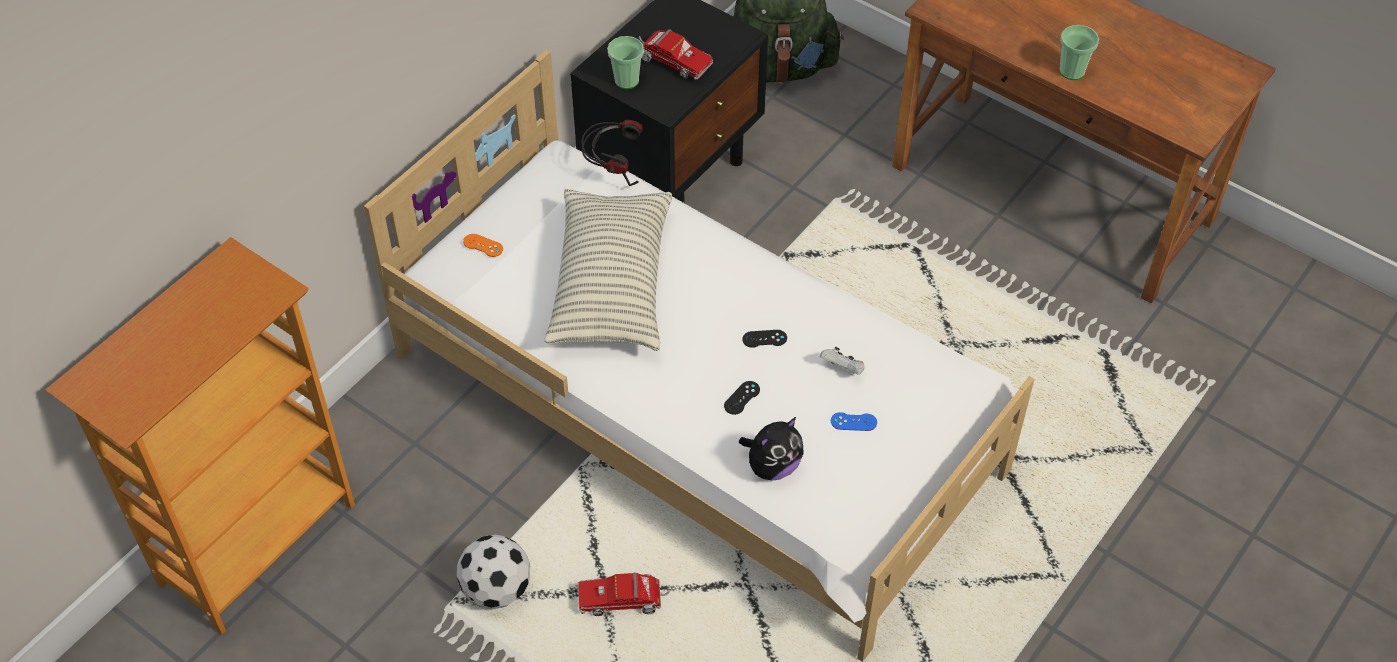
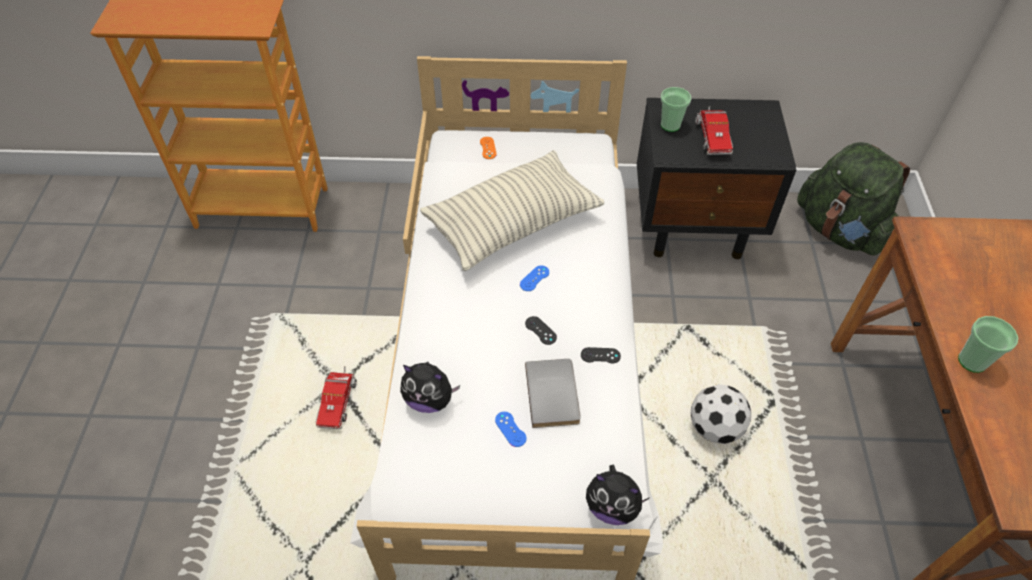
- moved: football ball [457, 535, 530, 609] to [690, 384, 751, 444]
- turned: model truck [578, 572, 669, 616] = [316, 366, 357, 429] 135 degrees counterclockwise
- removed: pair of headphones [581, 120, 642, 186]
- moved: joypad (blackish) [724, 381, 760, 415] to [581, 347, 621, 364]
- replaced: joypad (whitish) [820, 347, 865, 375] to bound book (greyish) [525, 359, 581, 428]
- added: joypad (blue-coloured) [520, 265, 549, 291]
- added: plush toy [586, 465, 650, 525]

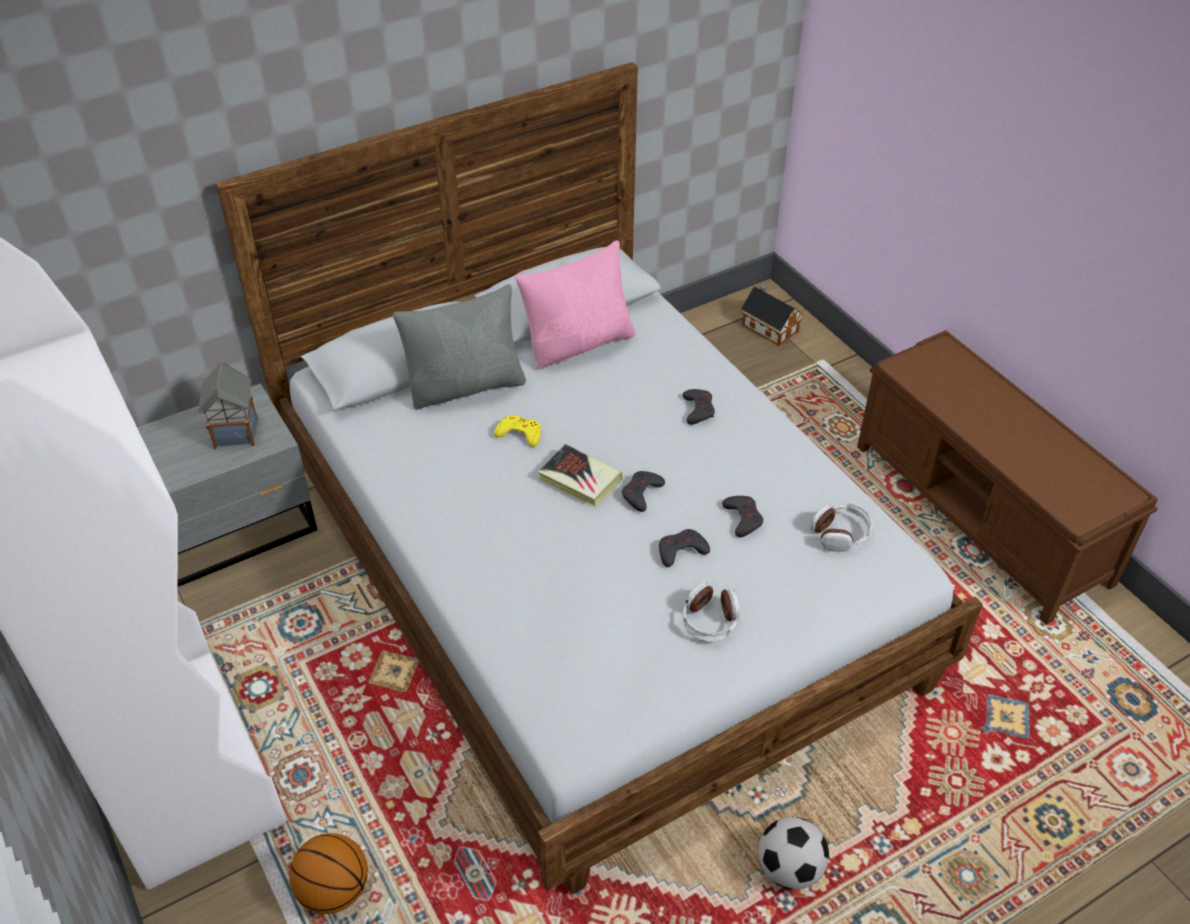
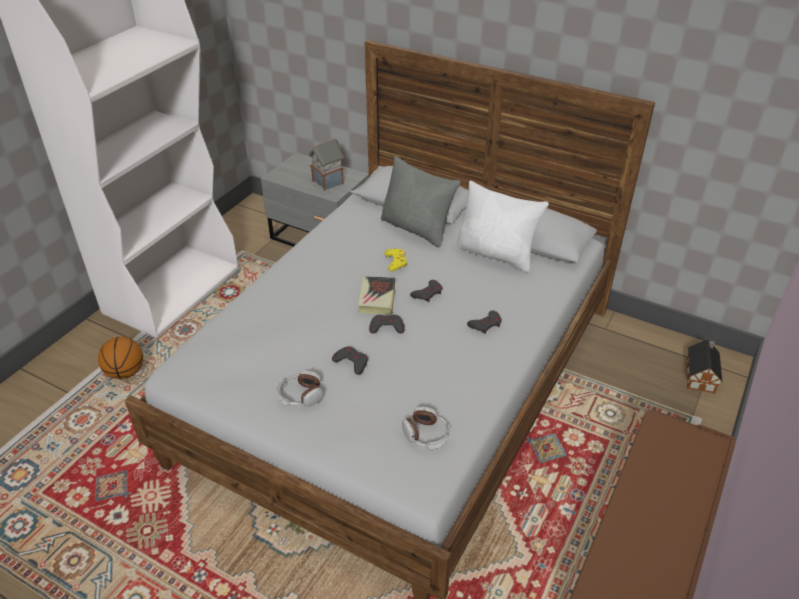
- recoloured: throw pillow (pink-coloured) [516, 240, 635, 370] to throw pillow (whitish) [456, 181, 549, 272]
- moved: joypad (greyish) [722, 496, 763, 537] to [410, 280, 442, 302]
- removed: football ball [758, 817, 829, 890]

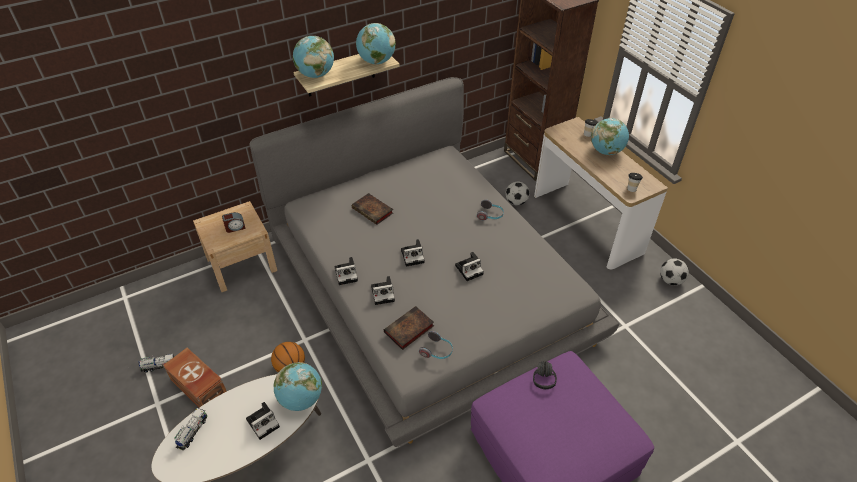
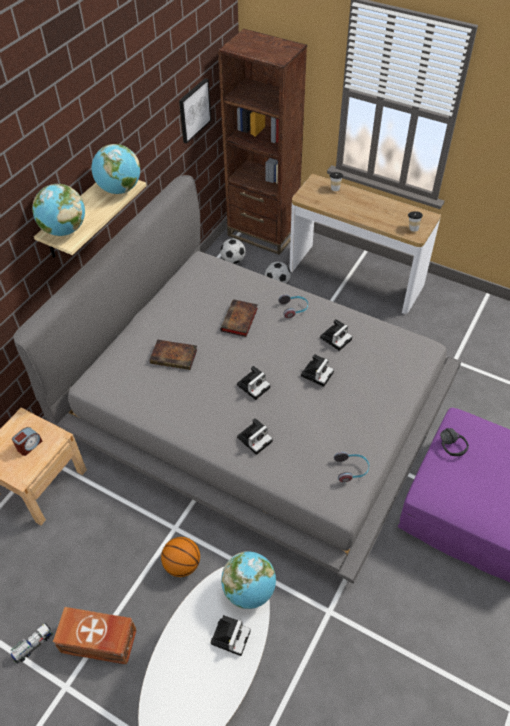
- removed: model truck [174, 408, 208, 451]
- moved: still camera [335, 257, 358, 285] to [320, 319, 352, 351]
- moved: bound book [384, 306, 434, 350] to [220, 299, 258, 337]
- removed: world globe [591, 118, 629, 155]
- moved: football ball [660, 259, 689, 285] to [220, 238, 246, 264]
- added: wall art [179, 78, 211, 144]

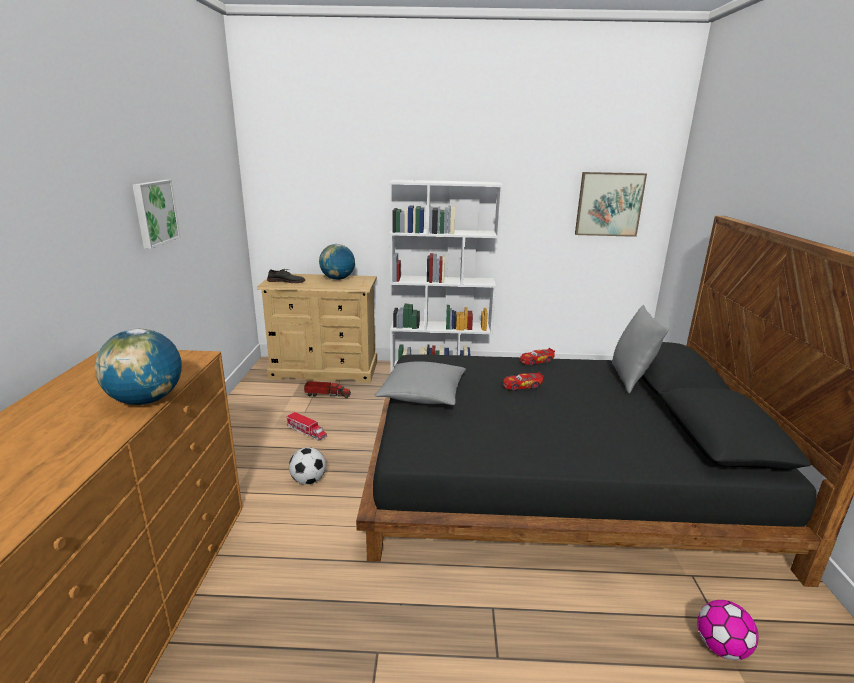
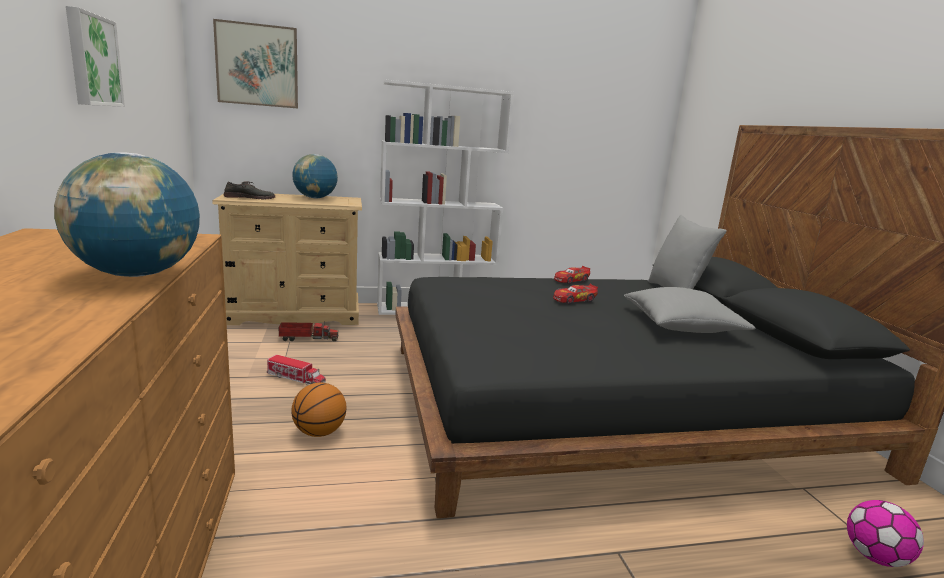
- replaced: football ball [289, 447, 326, 485] to ball for basketball [292, 383, 346, 437]
- moved: throw pillow (greyish) [375, 361, 466, 405] to [624, 287, 756, 333]
- moved: wall art [575, 172, 647, 237] to [213, 19, 298, 108]

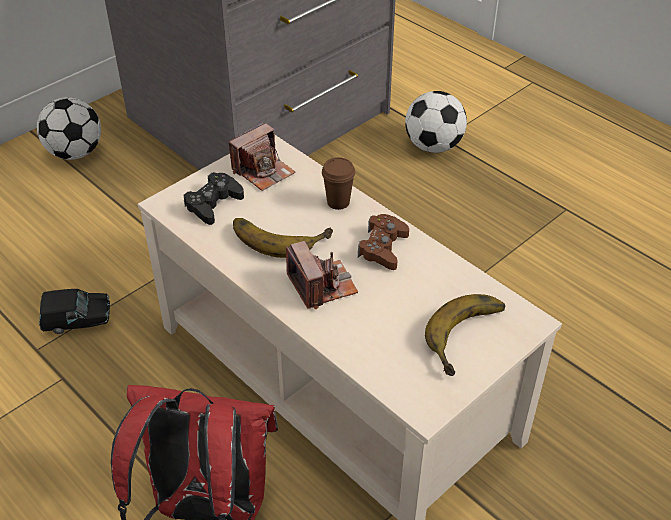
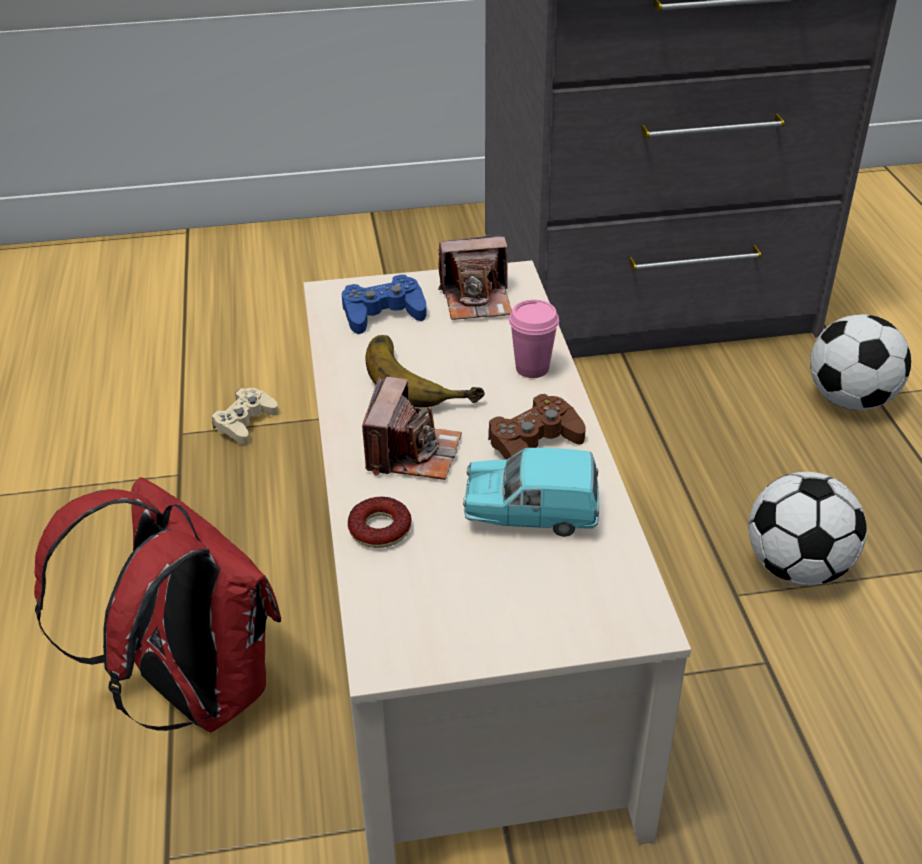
- moved: football ball [37, 97, 101, 160] to [748, 472, 867, 585]
- replaced: model car (blackish) [39, 289, 110, 334] to joypad (beige-coloured) [212, 388, 278, 445]
- recoloured: joypad (blackish) [184, 172, 244, 225] to joypad (blue-coloured) [342, 274, 427, 334]
- recoloured: drinking cup (brownish) [322, 157, 355, 210] to drinking cup (pink-coloured) [509, 299, 559, 378]
- removed: banana fruit [425, 294, 505, 376]
- added: donut [348, 497, 412, 548]
- added: model car (turquoise) [463, 448, 599, 537]

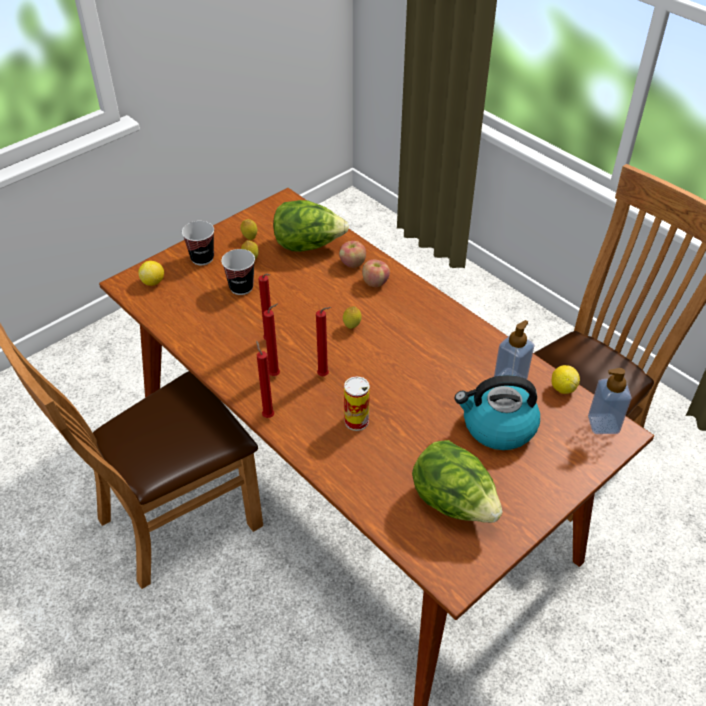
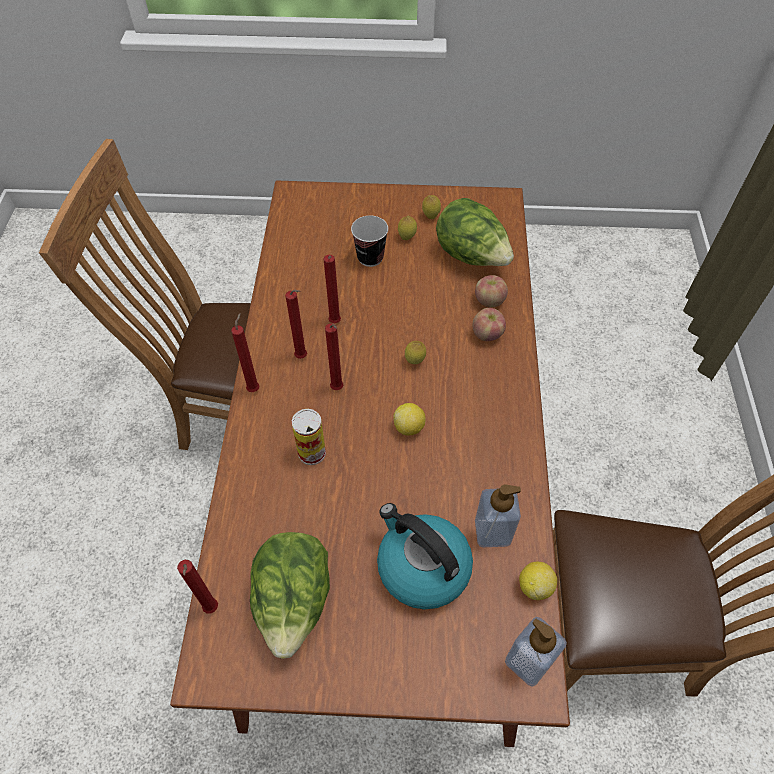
- moved: whole lemon [139, 261, 164, 286] to [393, 403, 426, 436]
- removed: drinking cup [182, 221, 214, 265]
- added: wax candle (red) [177, 560, 218, 614]

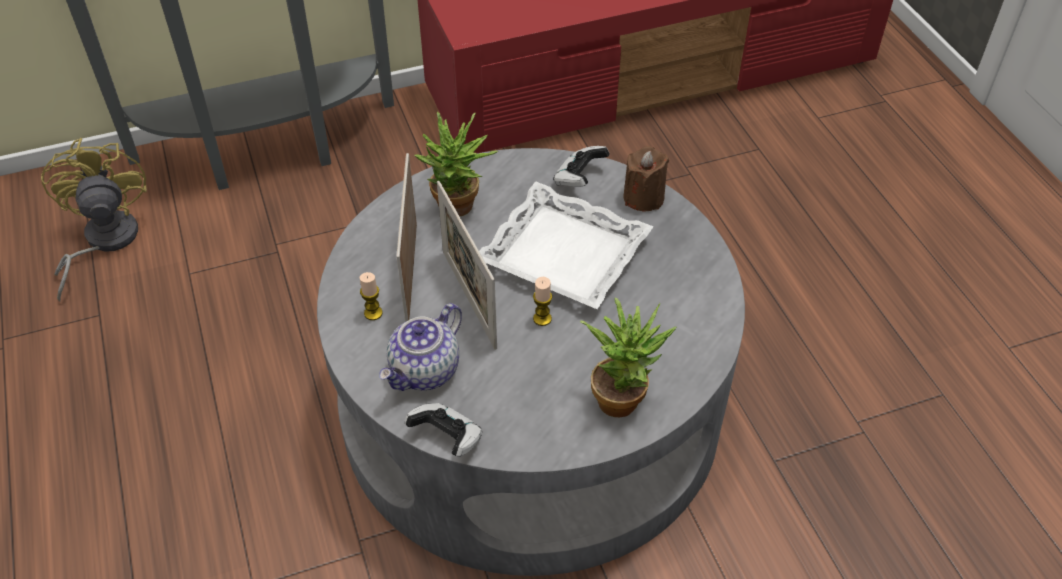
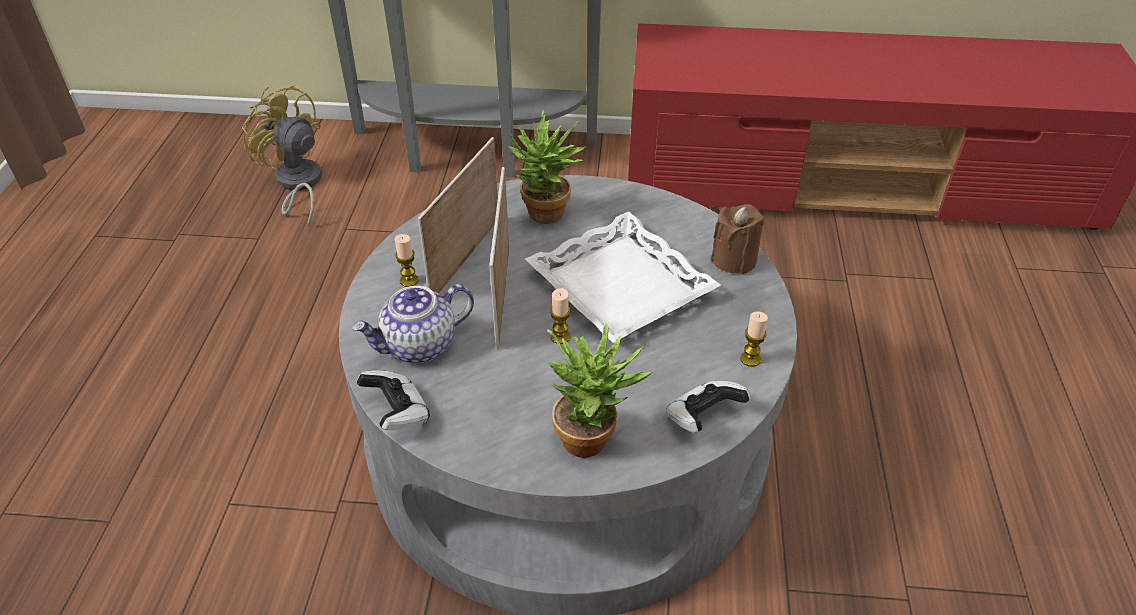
- turned: cooling fan (yellowish) [41, 138, 147, 302] = [242, 85, 322, 227] 60 degrees counterclockwise
- moved: joypad [553, 146, 610, 187] to [666, 381, 750, 433]
- added: wax candle [740, 311, 768, 367]

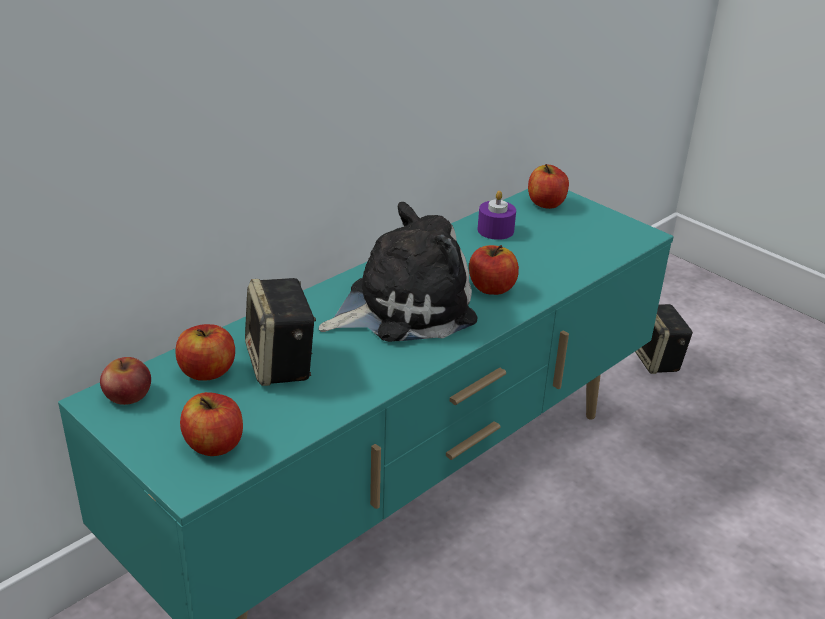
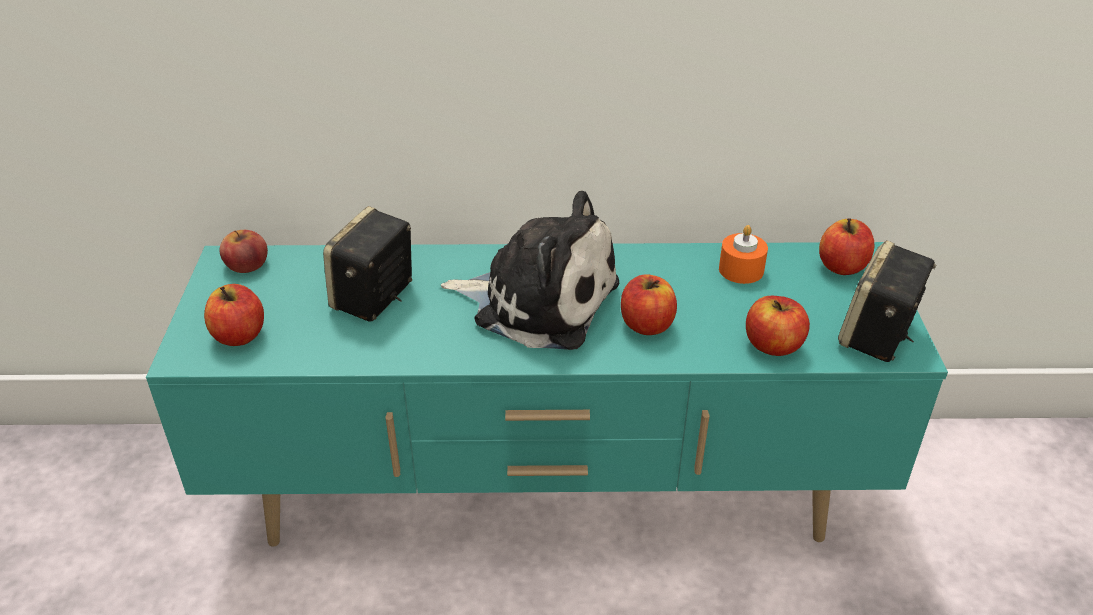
- moved: whole apple [175, 324, 235, 381] to [746, 296, 810, 356]
- recoloured: wax candle (purple) [478, 191, 516, 240] to wax candle (orange-coloured) [719, 225, 768, 284]
- moved: speaker [635, 304, 693, 374] to [838, 240, 937, 362]

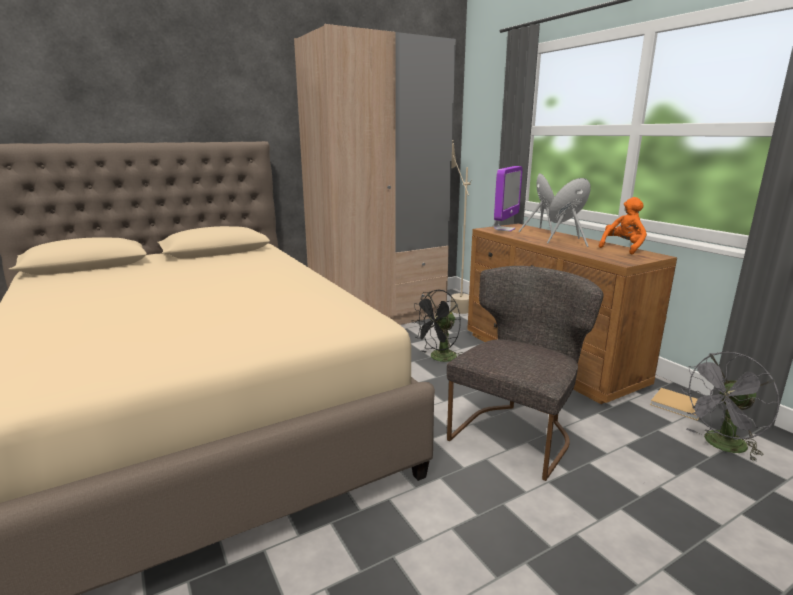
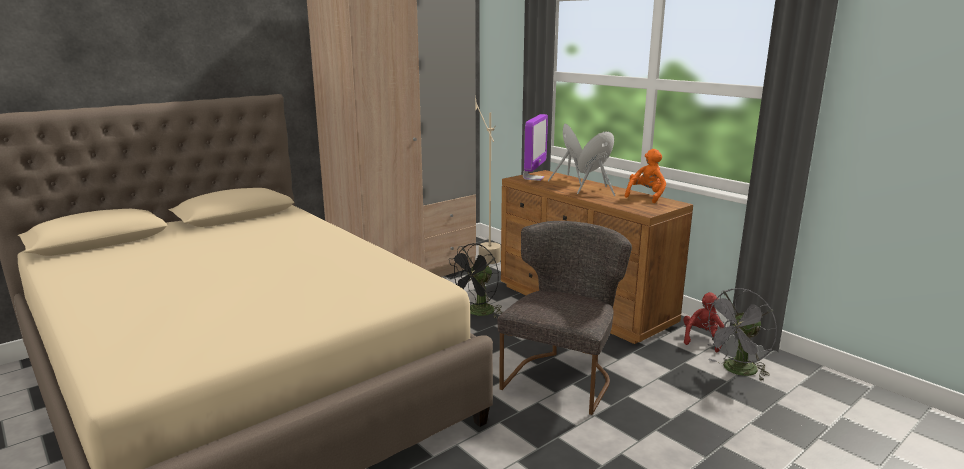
- replaced: bound book (beige-coloured) [650, 388, 699, 421] to plush toy (red) [683, 292, 724, 352]

